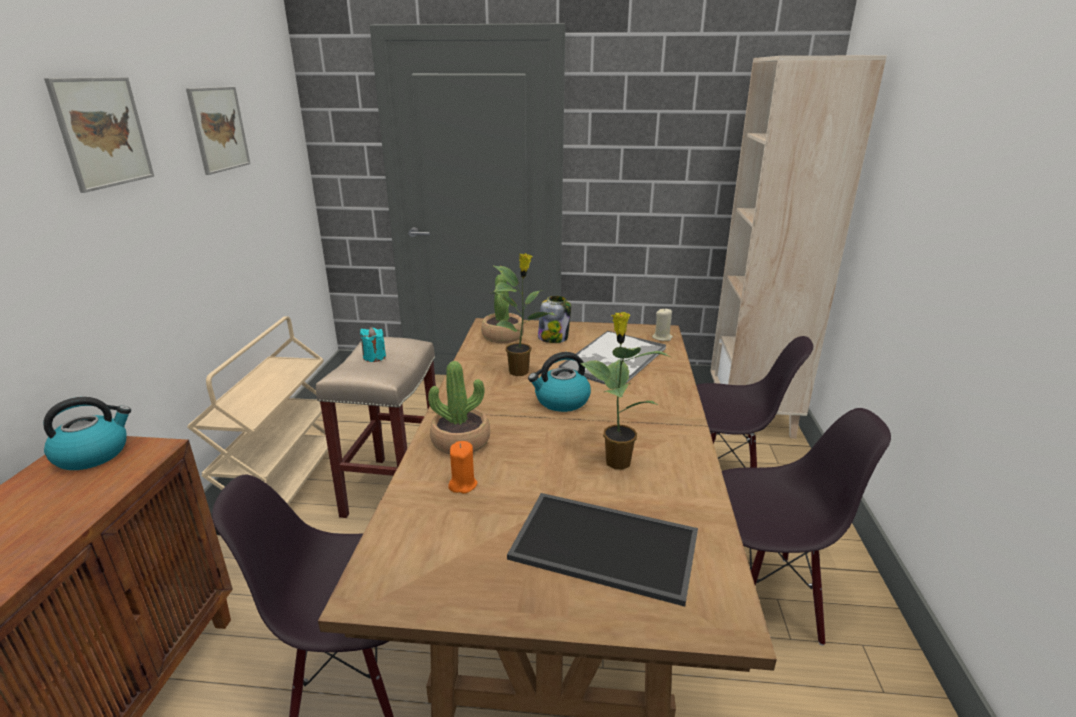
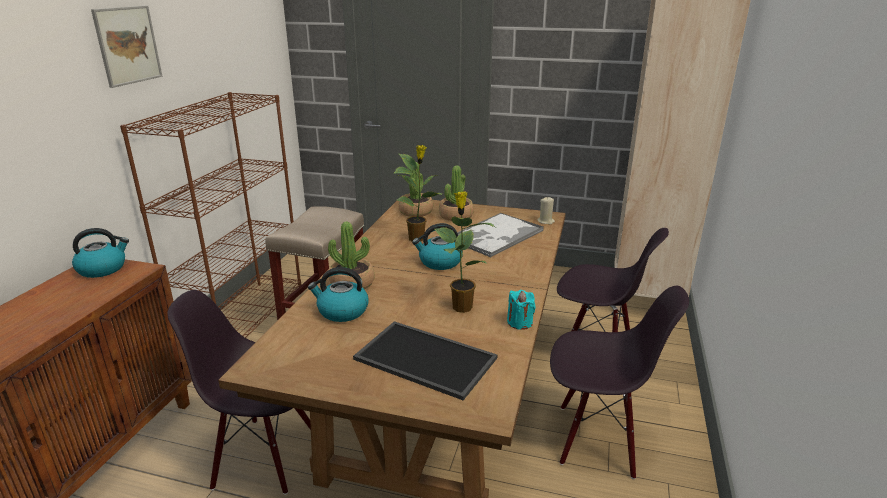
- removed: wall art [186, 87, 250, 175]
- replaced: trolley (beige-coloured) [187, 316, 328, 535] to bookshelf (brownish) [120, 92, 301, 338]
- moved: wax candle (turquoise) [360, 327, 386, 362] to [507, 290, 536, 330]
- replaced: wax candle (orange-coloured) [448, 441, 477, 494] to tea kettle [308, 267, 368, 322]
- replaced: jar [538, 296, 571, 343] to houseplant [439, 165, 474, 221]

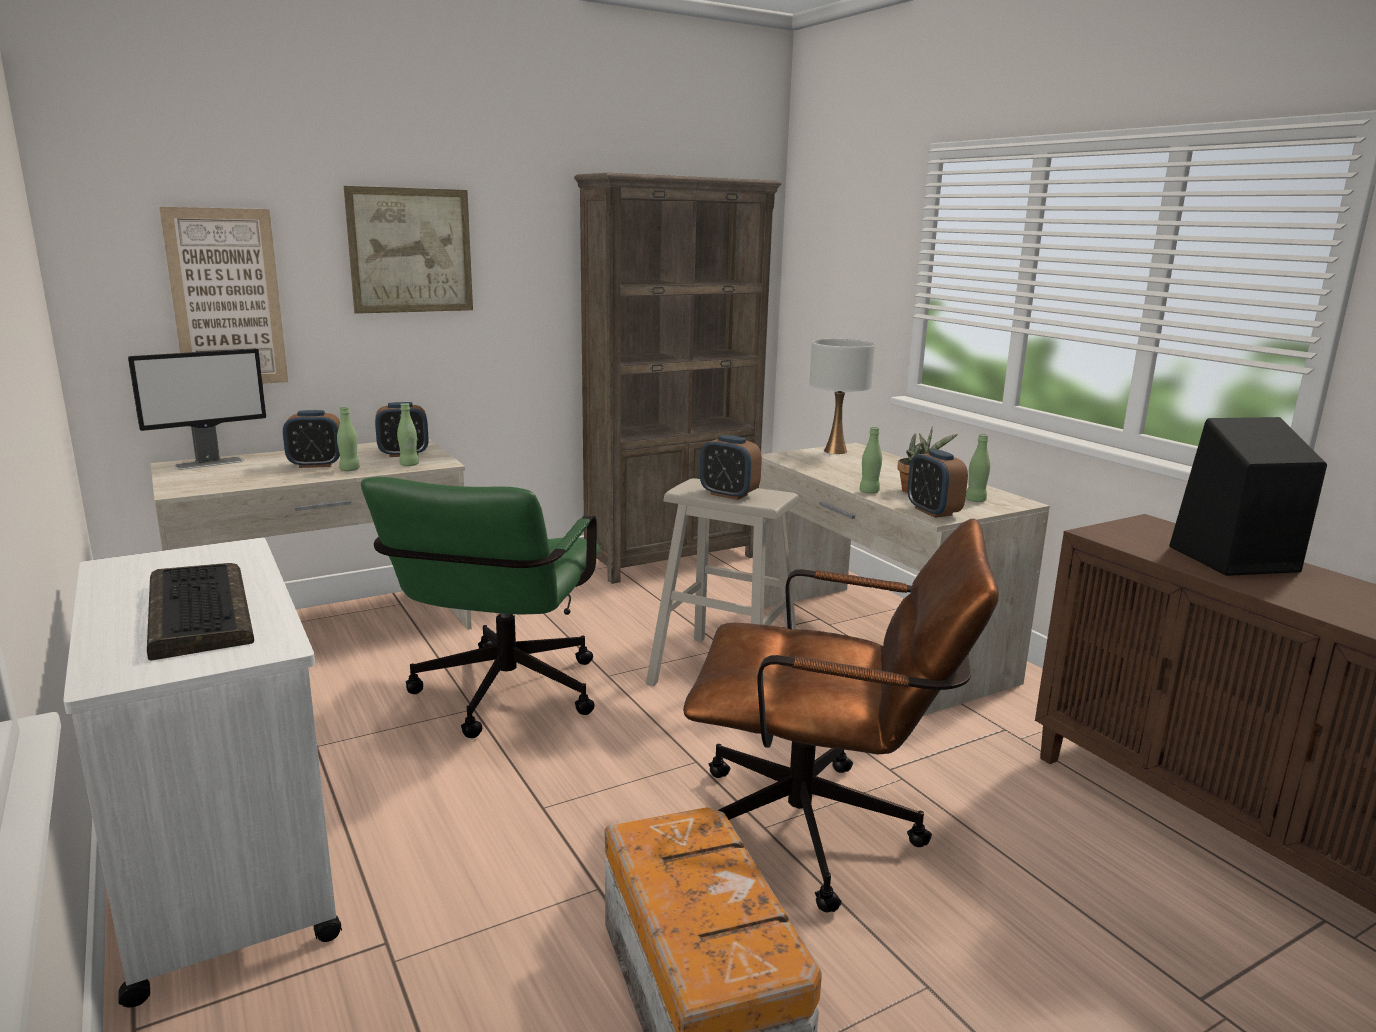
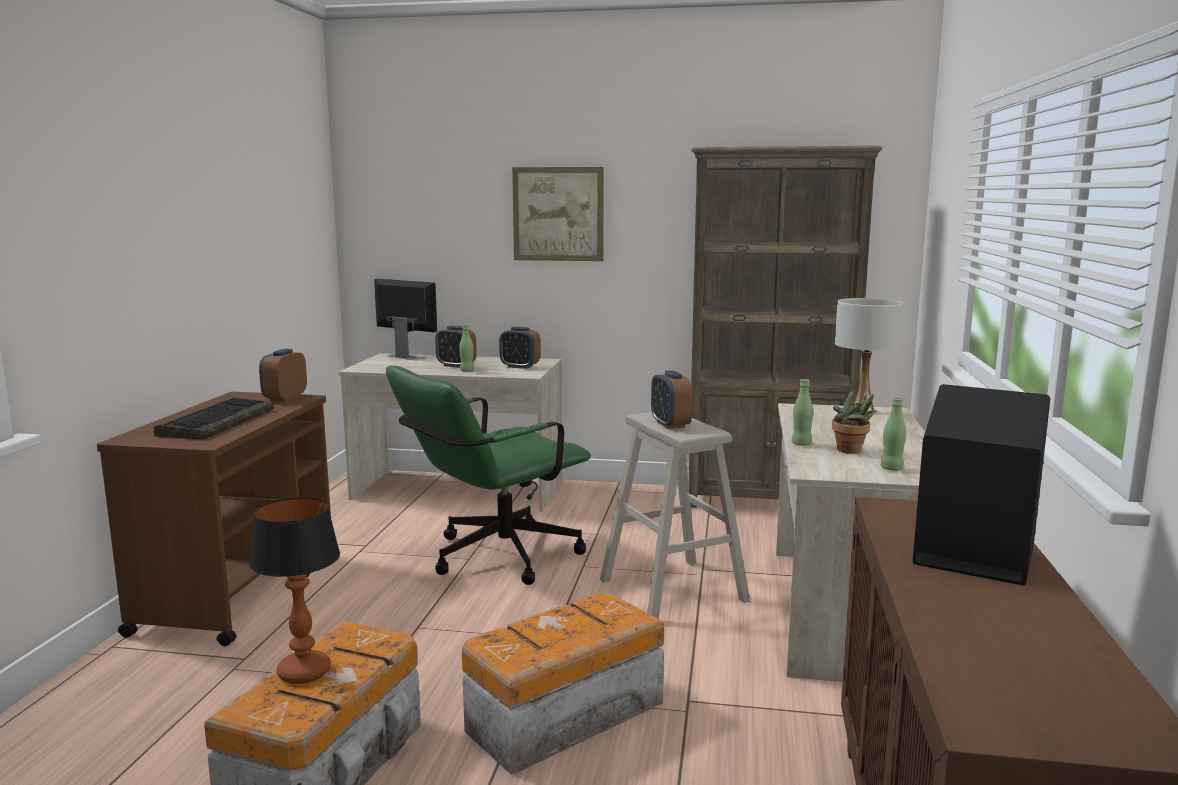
- recoloured: trolley (whitish) [63, 538, 342, 1008] to trolley (brownish) [97, 392, 331, 646]
- turned: monitor [128, 349, 266, 470] = [374, 279, 437, 360] 150 degrees counterclockwise
- removed: wall art [159, 207, 288, 384]
- removed: beverage bottle (greenish) [397, 403, 419, 466]
- replaced: office chair (brownish) [683, 519, 999, 912] to storage container [462, 593, 664, 775]
- moved: alarm clock [908, 449, 968, 518] to [259, 349, 307, 402]
- added: lamp for a table [249, 497, 340, 684]

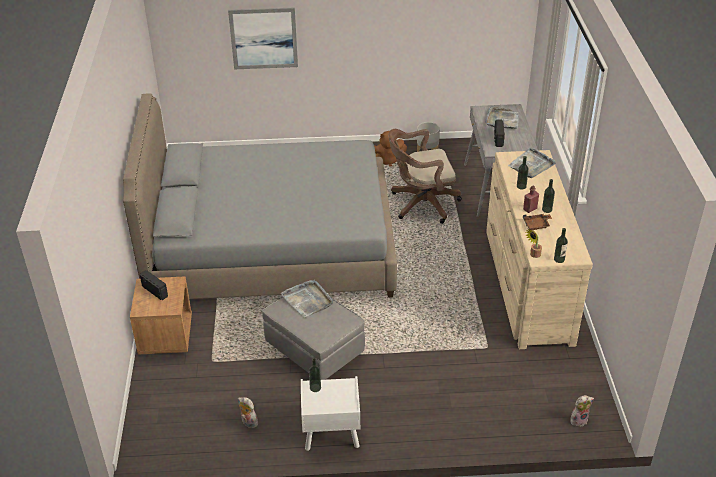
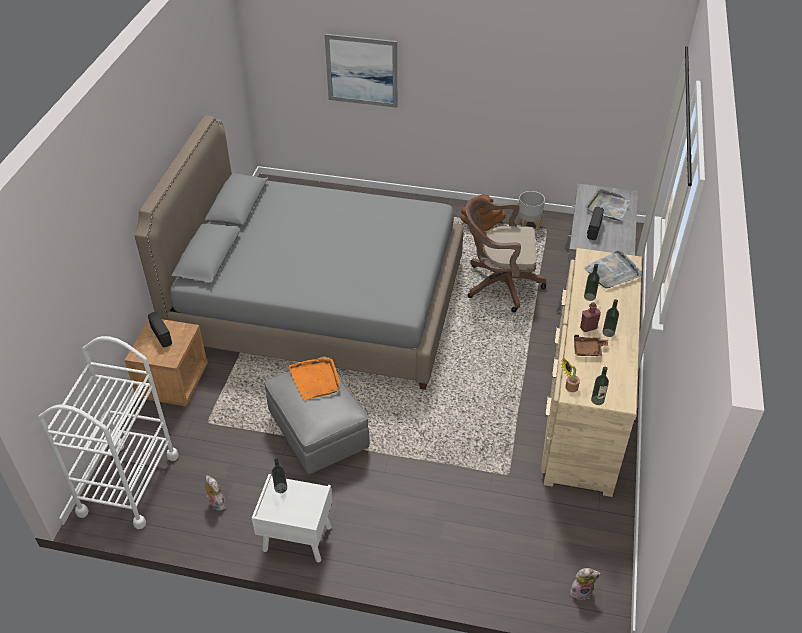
- recoloured: tray (greyish) [281, 280, 333, 317] to tray (orange-coloured) [289, 357, 341, 400]
- added: trolley (whitish) [38, 336, 178, 529]

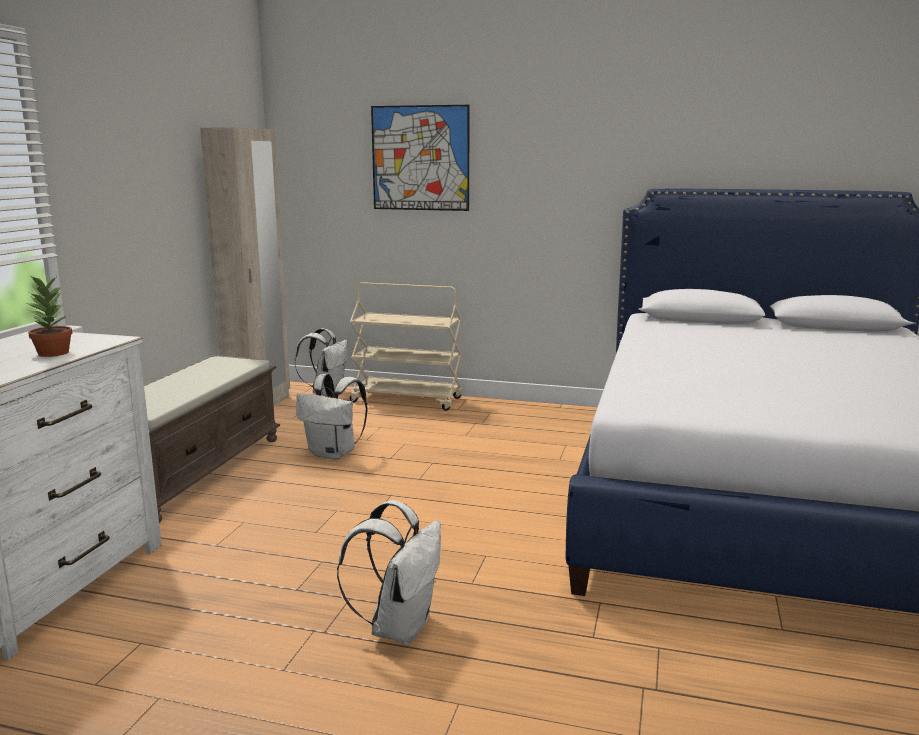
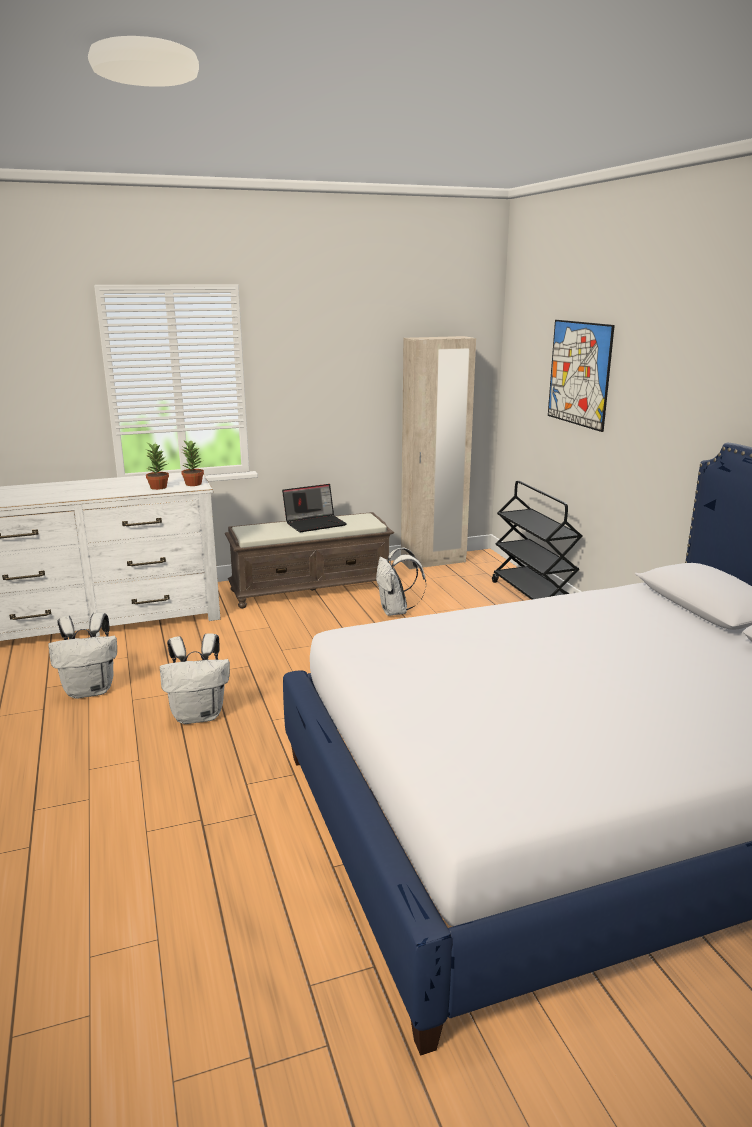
- moved: rucksack (whitish) [295, 328, 348, 396] to [48, 612, 117, 699]
- recoloured: trolley (beige-coloured) [350, 282, 463, 411] to trolley (blackish) [492, 481, 582, 600]
- added: houseplant [181, 440, 204, 486]
- added: notebook computer [282, 484, 347, 532]

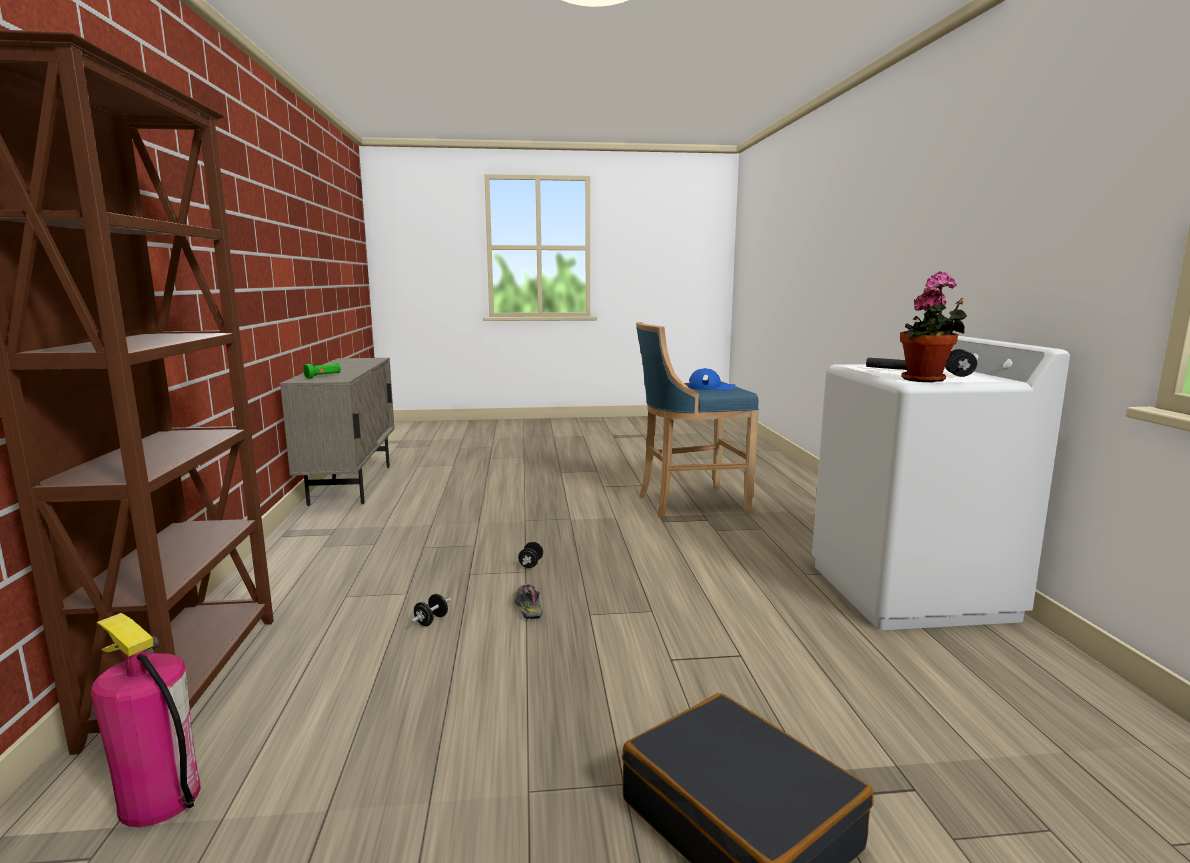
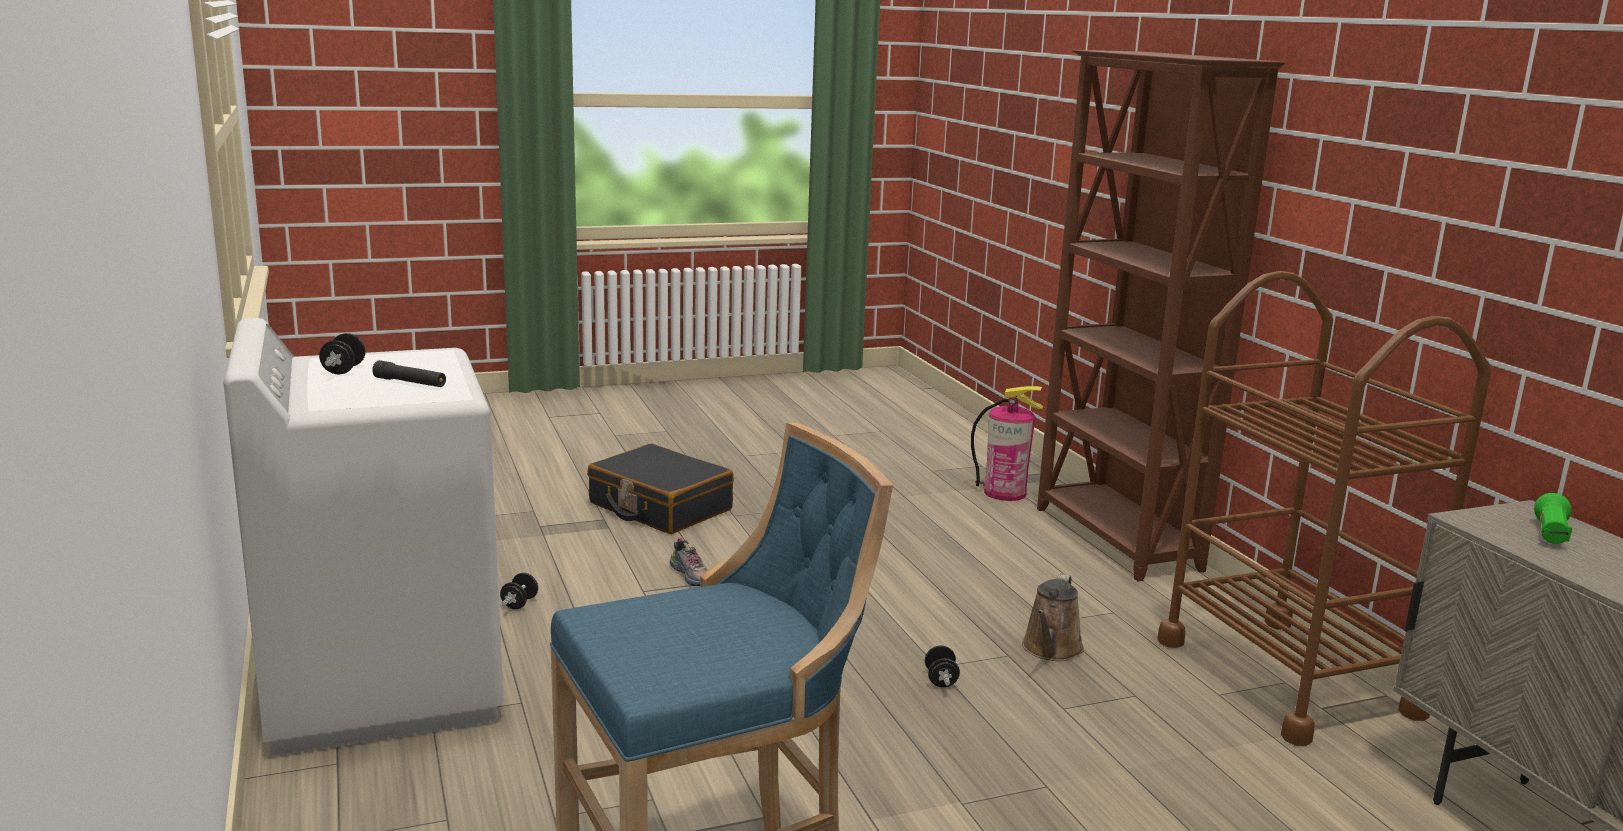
- moved: dumbbell (blackish) [411, 594, 451, 626] to [500, 573, 538, 609]
- moved: shoe [514, 584, 543, 619] to [669, 538, 707, 587]
- removed: peaked cap (blue-coloured) [688, 368, 736, 390]
- removed: houseplant [900, 271, 967, 383]
- added: watering can (brownish) [1022, 574, 1084, 661]
- added: trolley (brownish) [1157, 271, 1491, 746]

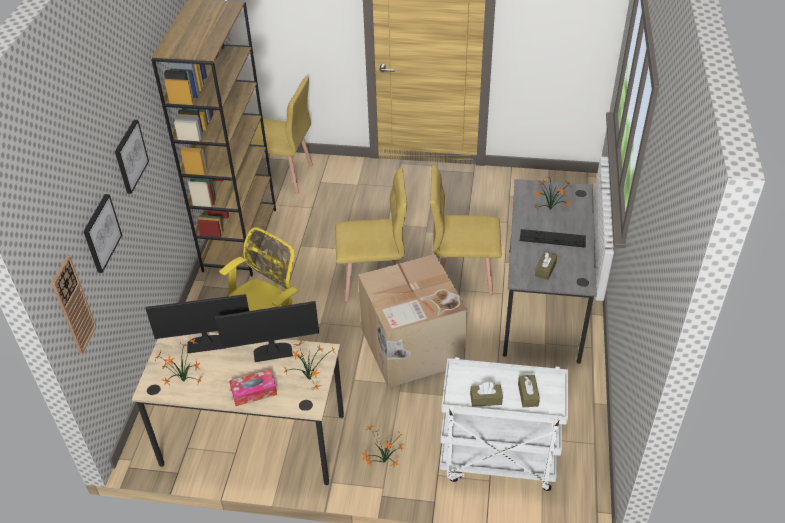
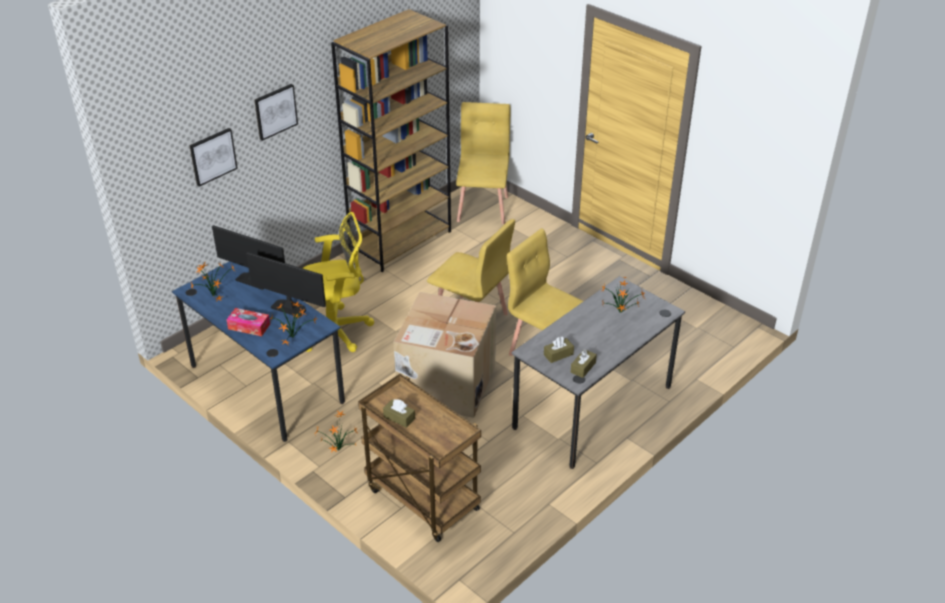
- removed: hanging clock [51, 256, 97, 354]
- recoloured: desk (beige-coloured) [131, 332, 344, 485] to desk (blue-coloured) [172, 261, 345, 442]
- turned: upright chair (yellowish) [250, 77, 313, 194] = [456, 102, 511, 224] 135 degrees counterclockwise
- recoloured: trolley (whitish) [440, 357, 568, 491] to trolley (brownish) [358, 374, 481, 542]
- moved: tissue box (brownish) [518, 375, 540, 407] to [571, 349, 597, 378]
- removed: keyboard [520, 229, 586, 248]

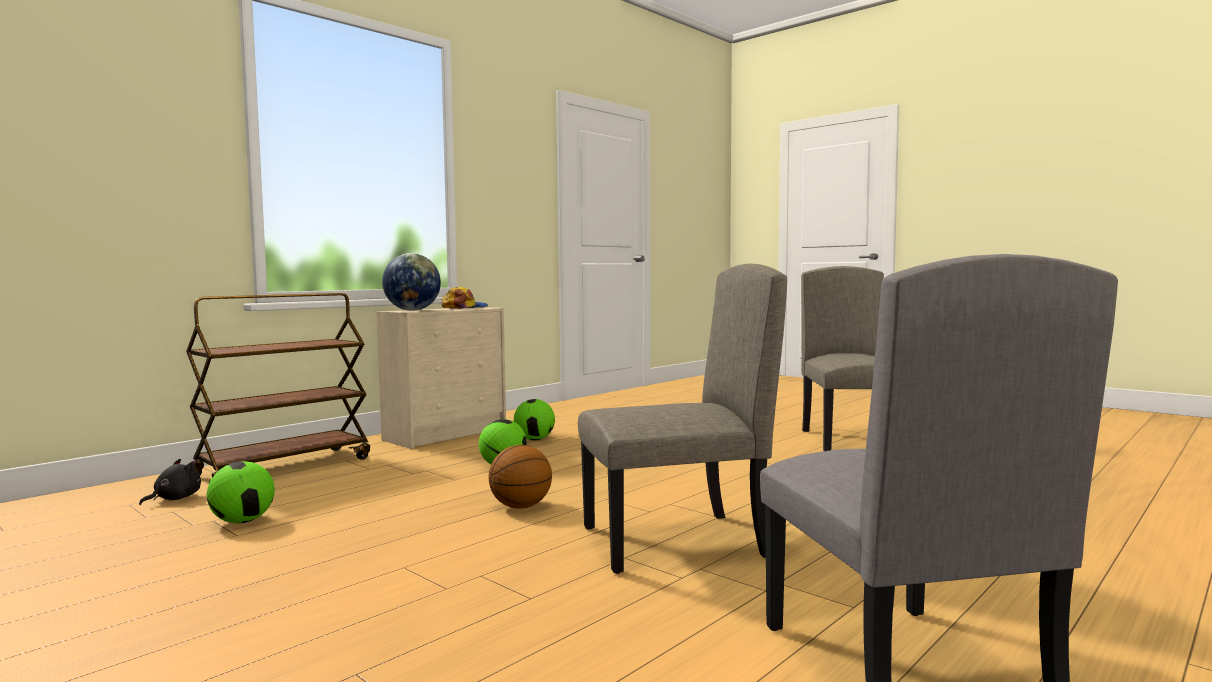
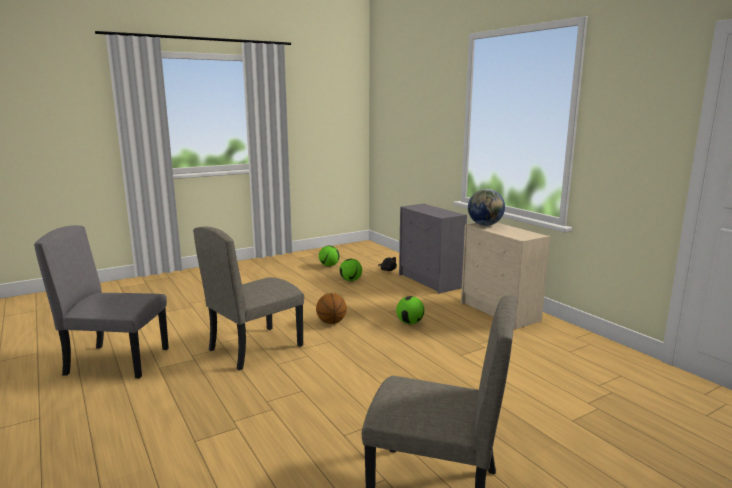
- replaced: trolley (brownish) [186, 293, 370, 483] to dresser (greyish) [399, 204, 467, 294]
- removed: peaked cap [441, 287, 488, 309]
- moved: football ball [514, 399, 555, 440] to [319, 246, 340, 266]
- turned: upright chair (beige-coloured) [578, 264, 787, 574] = [193, 226, 304, 370] 45 degrees clockwise

